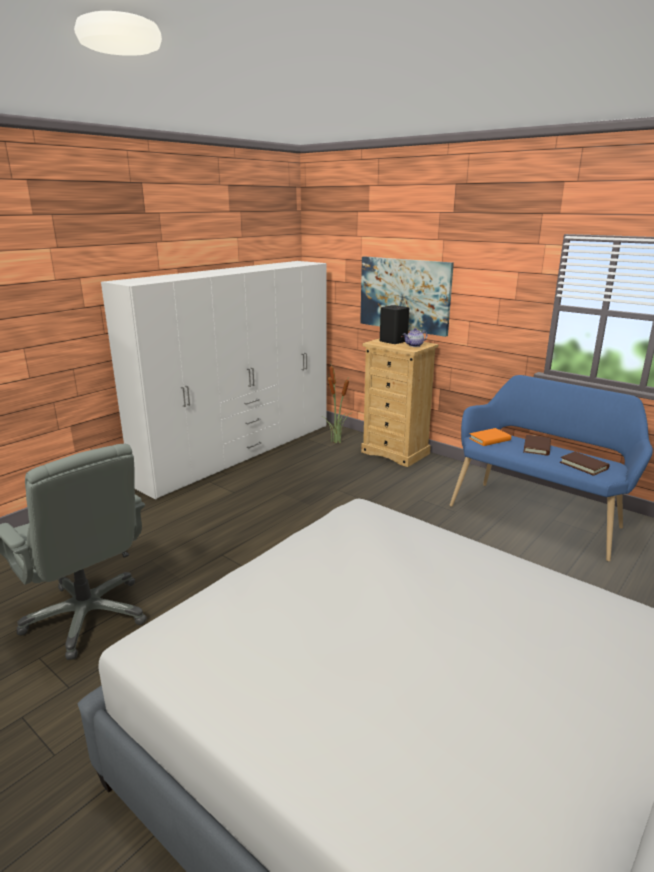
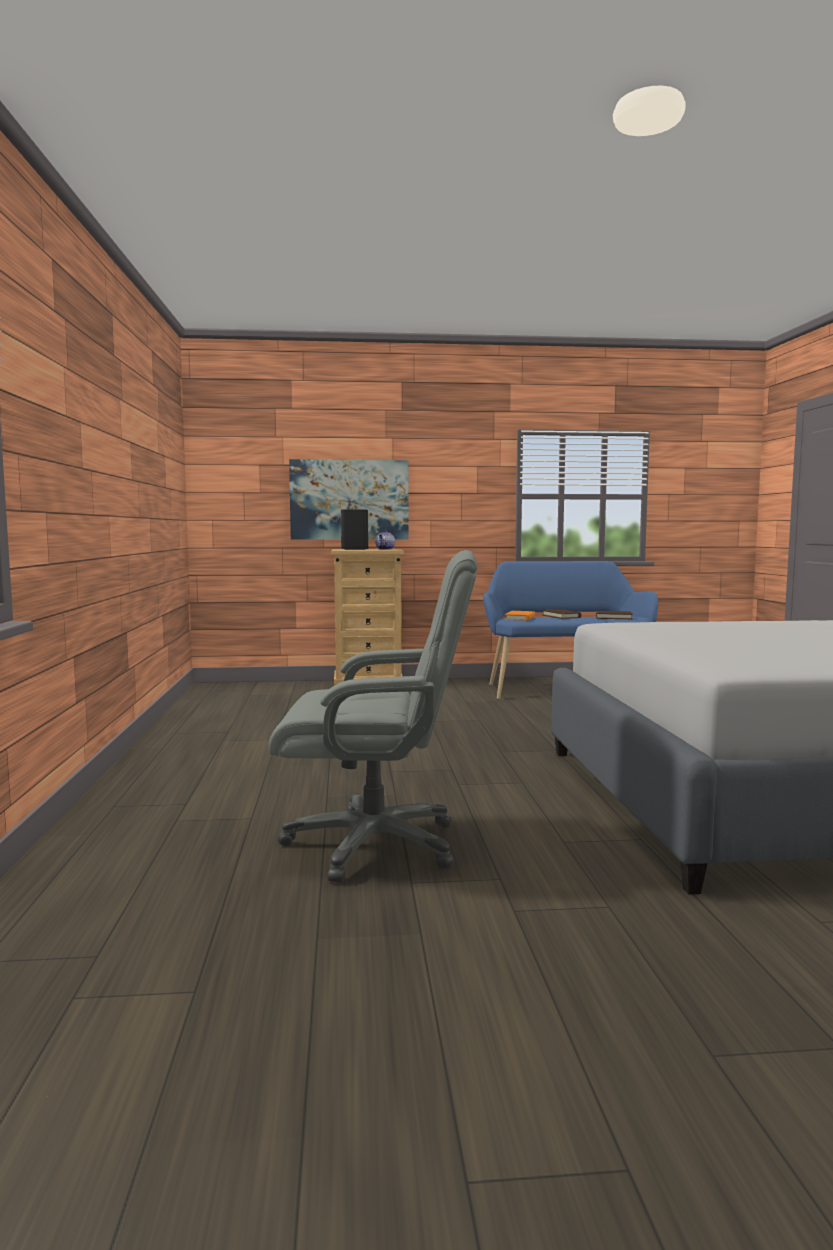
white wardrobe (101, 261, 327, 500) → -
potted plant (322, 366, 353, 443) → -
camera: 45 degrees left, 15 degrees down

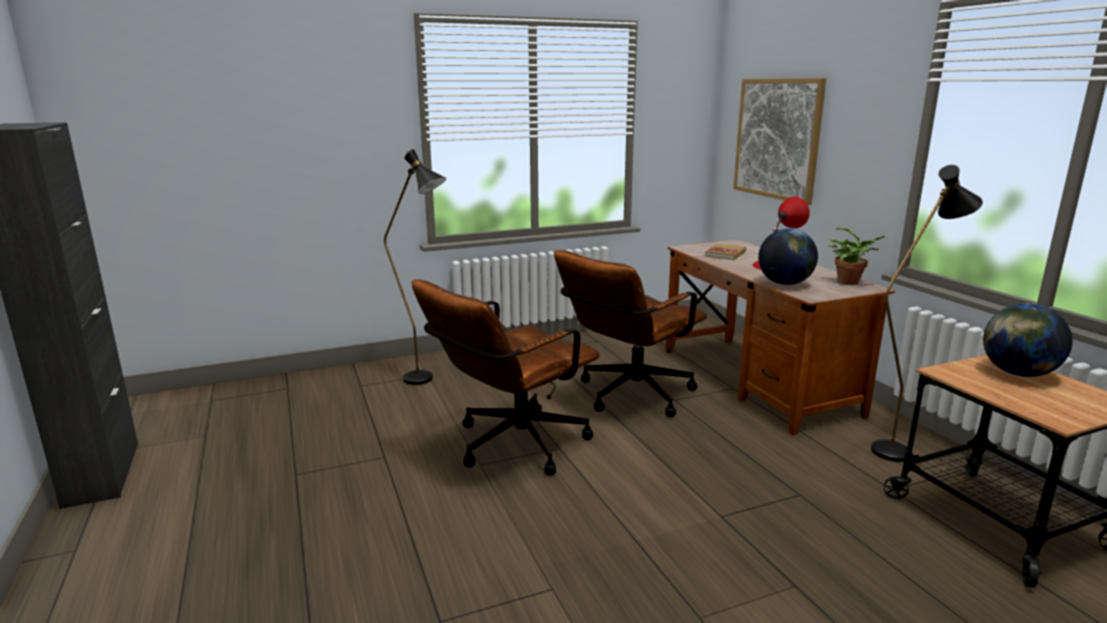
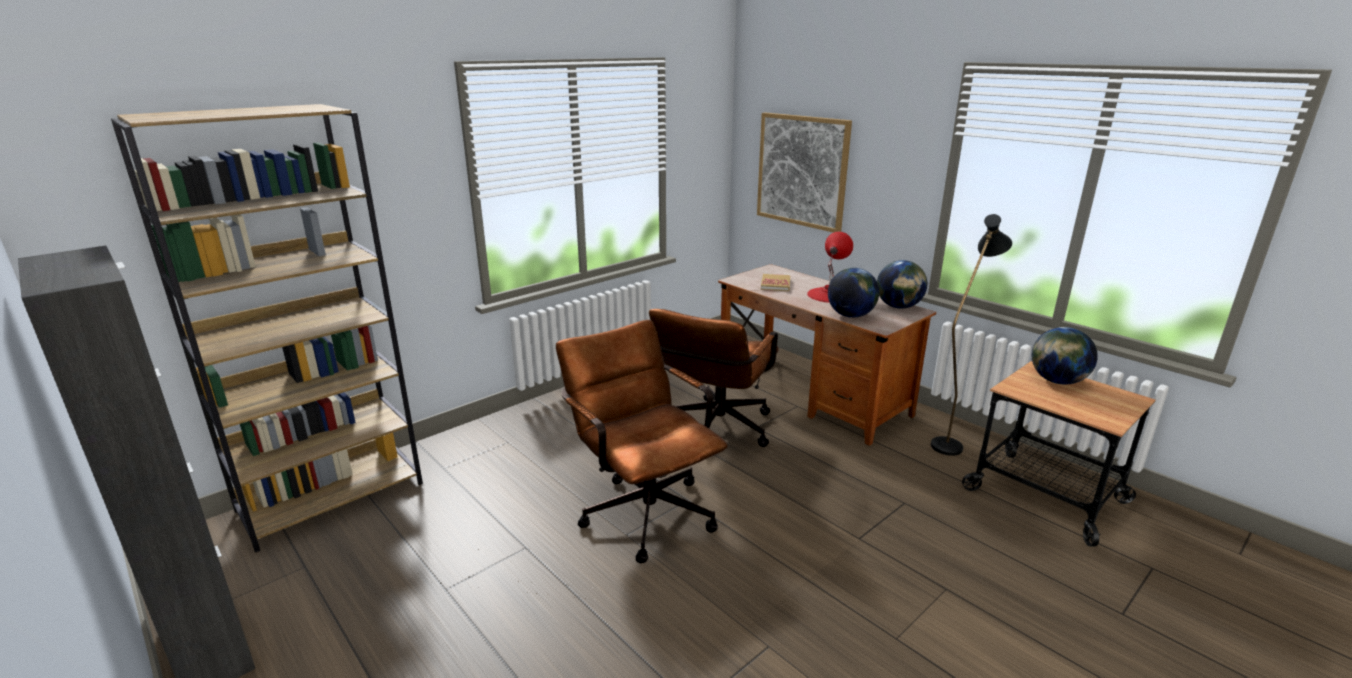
black floor lamp (384, 149, 446, 385) → -
brown office chair (412, 279, 600, 476) → brown office chair (556, 320, 728, 563), 120 degrees clockwise
potted plant (828, 227, 889, 285) → globe (877, 260, 927, 309)
- → brown bookcase (111, 104, 423, 553)
camera: 20 degrees left, 5 degrees up

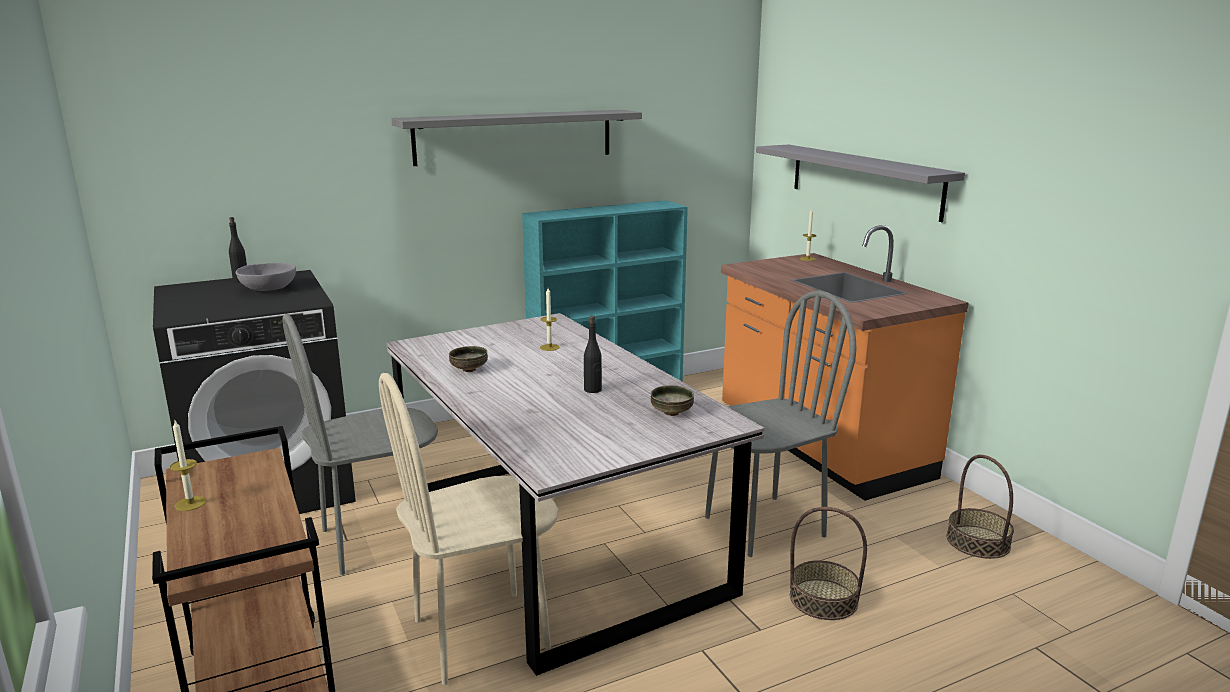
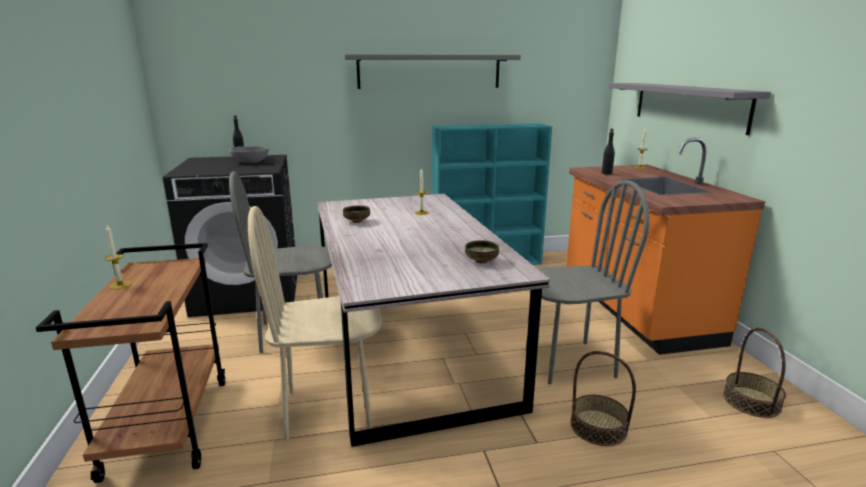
black bottle (584, 316, 602, 393) → black bottle (602, 128, 615, 175), moved
camera: 15 degrees right, 0 degrees up

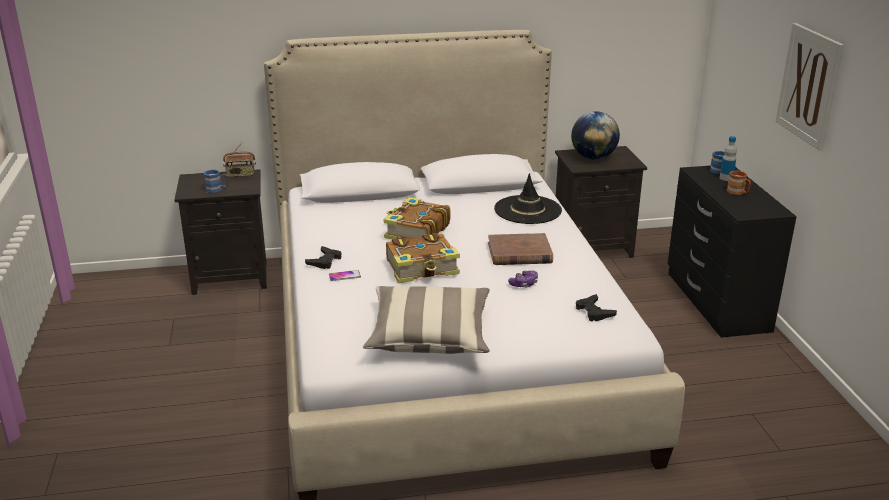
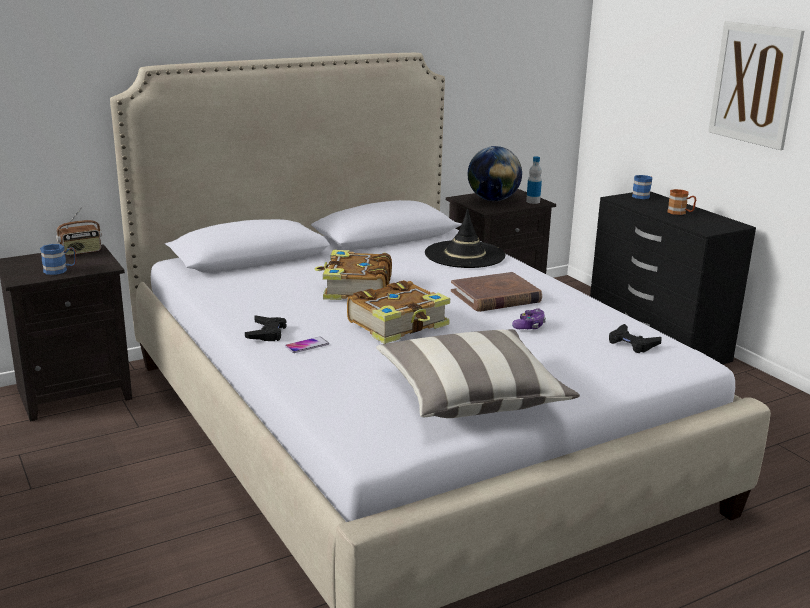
bottle (720, 136, 737, 181) → bottle (526, 156, 542, 204), moved
camera: 20 degrees left, 5 degrees down

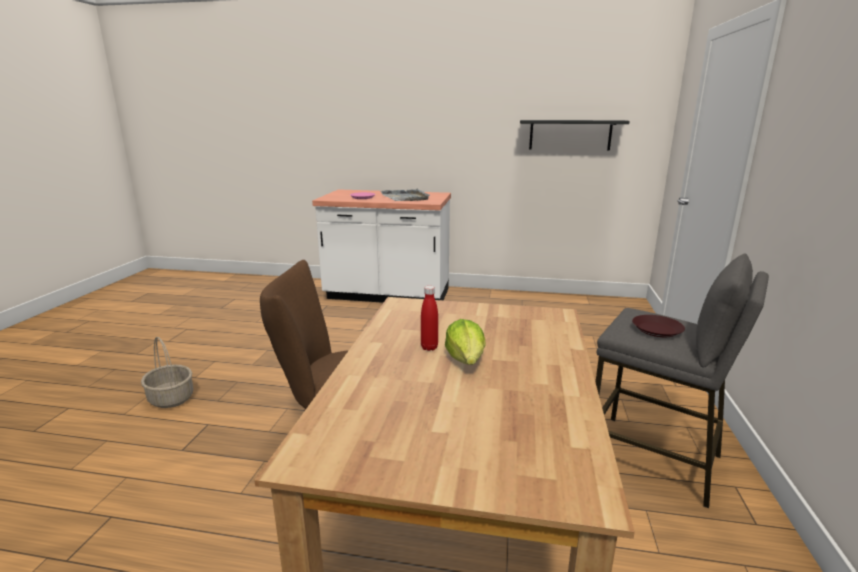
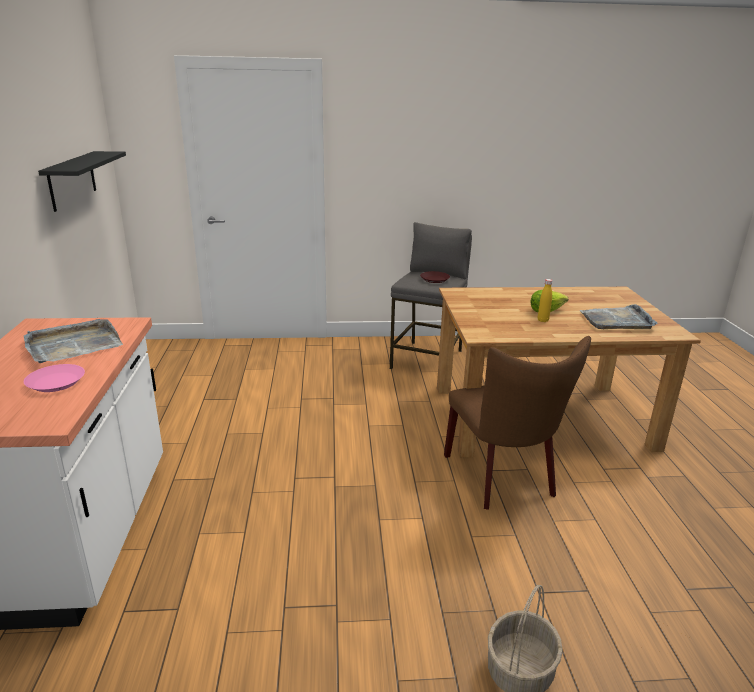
red bottle (421, 286, 438, 351) → yellow bottle (538, 279, 552, 322)
- → grey tray (580, 304, 657, 329)
camera: 105 degrees left, 5 degrees up

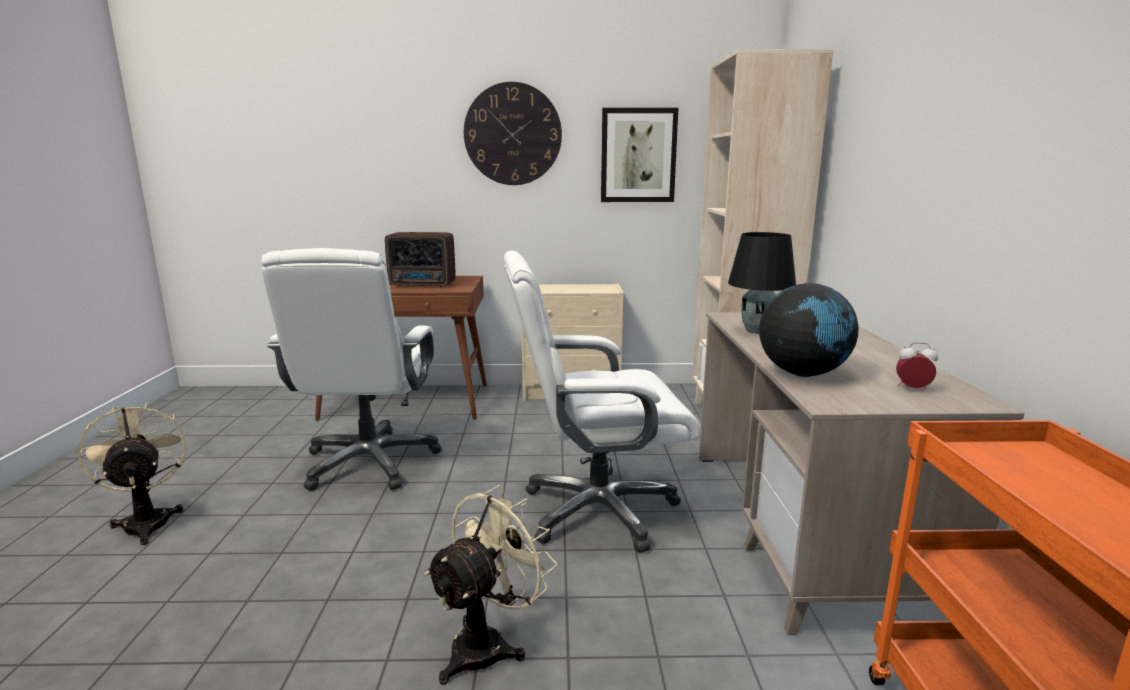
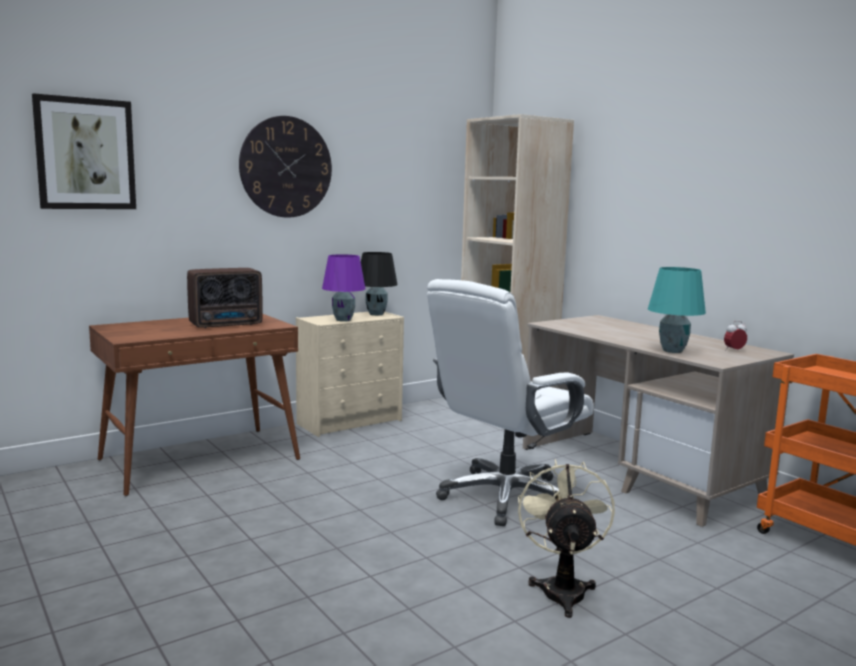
beige fan (77, 402, 187, 545) → -
white office chair (261, 248, 442, 491) → -
picture (601, 108, 678, 202) → picture (32, 93, 136, 209), moved
black table lamp (728, 232, 796, 334) → black table lamp (361, 252, 398, 316), moved
globe (759, 283, 858, 377) → turquoise table lamp (648, 267, 706, 353)
- → purple table lamp (322, 254, 366, 322)
camera: 35 degrees left, 5 degrees down

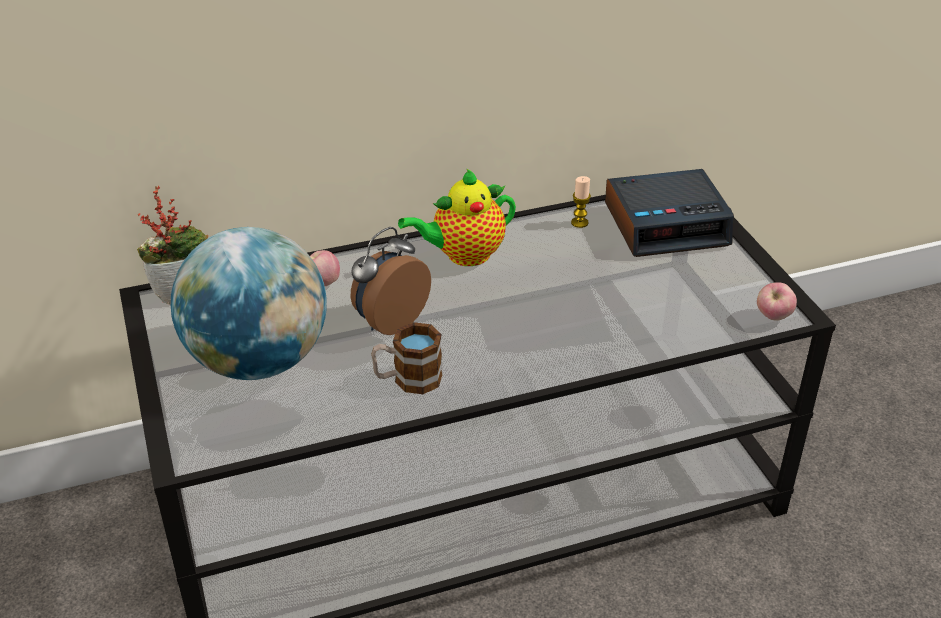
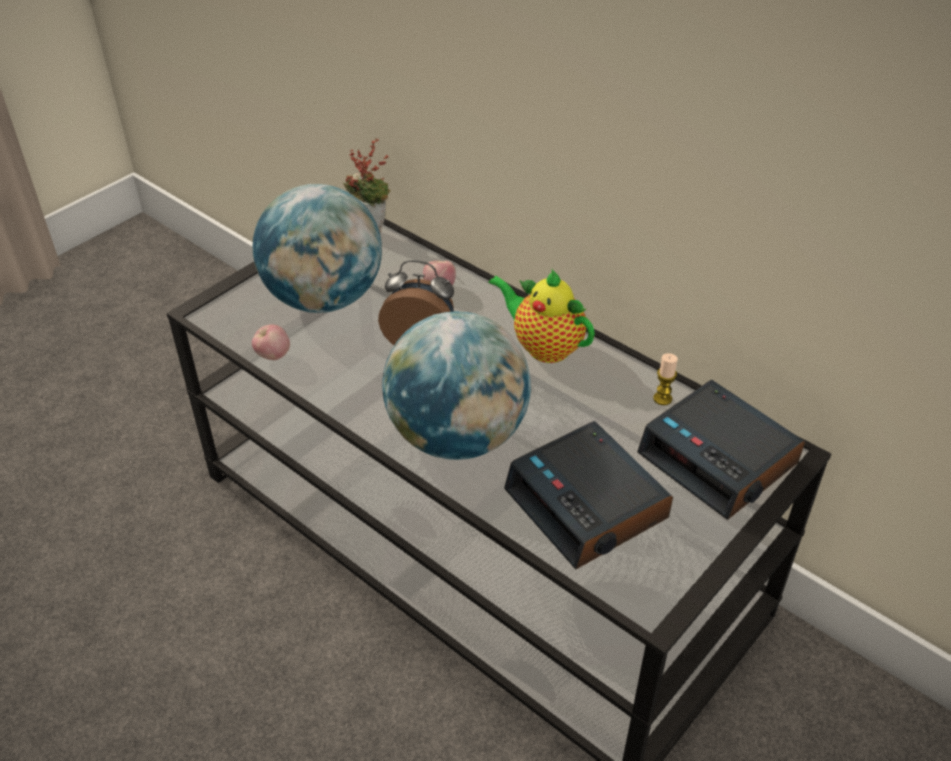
mug (371, 322, 442, 394) → -
apple (757, 282, 797, 321) → apple (252, 324, 290, 360), moved
- → globe (382, 311, 531, 460)
- → alarm clock (504, 421, 673, 570)
camera: 60 degrees right, 5 degrees up

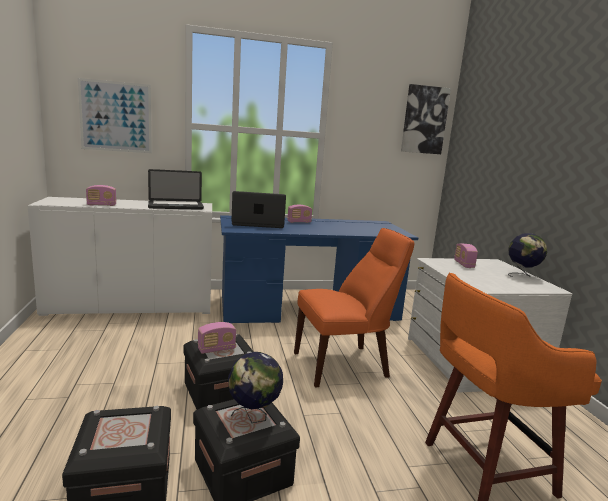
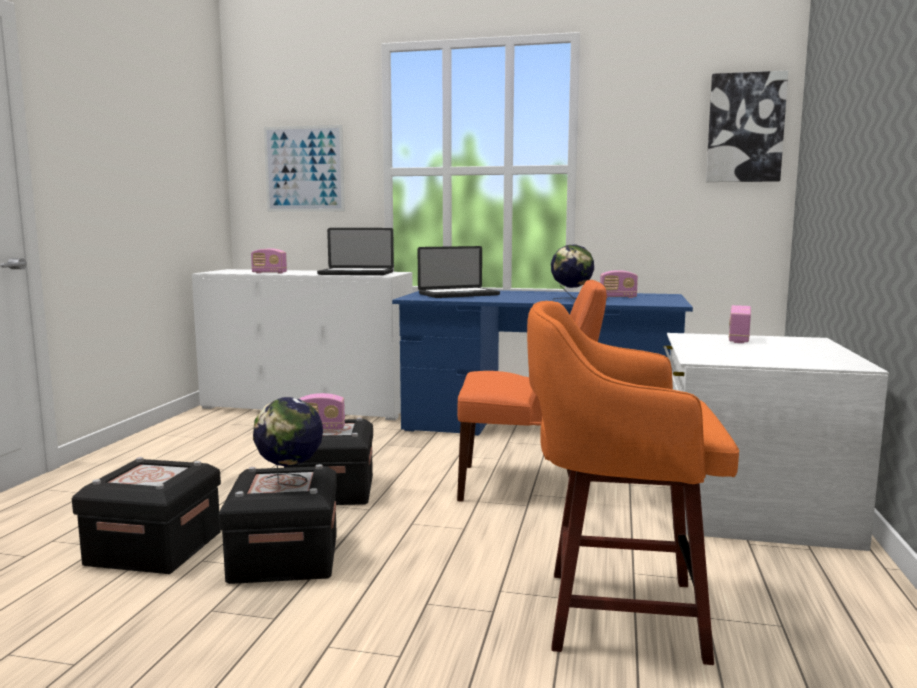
laptop (232, 191, 286, 228) → laptop (418, 246, 500, 298), 135 degrees clockwise
radio (287, 205, 312, 223) → radio (600, 270, 638, 298), moved
globe (508, 233, 547, 277) → globe (551, 244, 594, 300), moved
camera: 25 degrees right, 5 degrees down

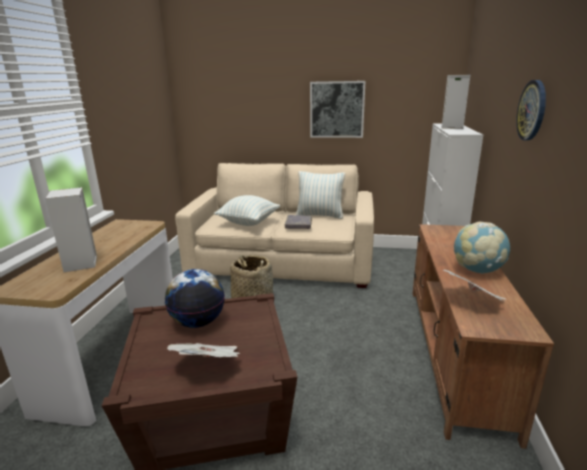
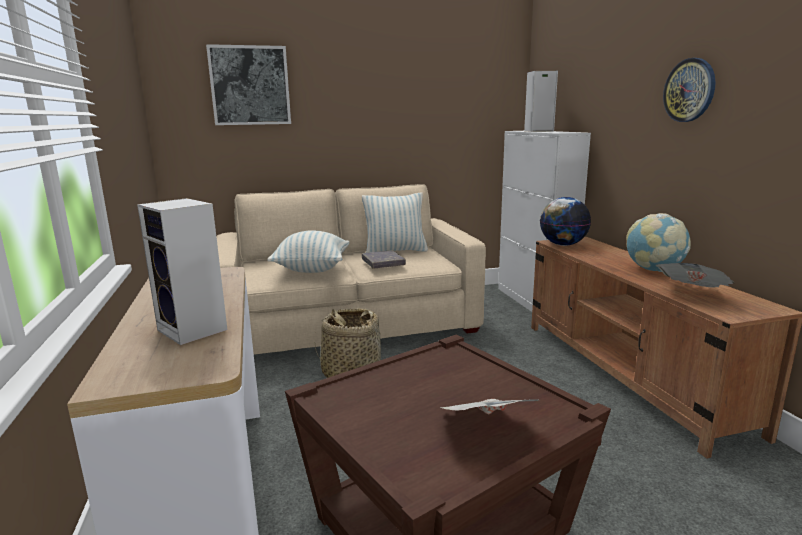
globe (165, 269, 225, 328) → globe (540, 197, 591, 246), moved
picture (310, 81, 365, 138) → picture (206, 44, 291, 125), moved
camera: 25 degrees left, 5 degrees down

